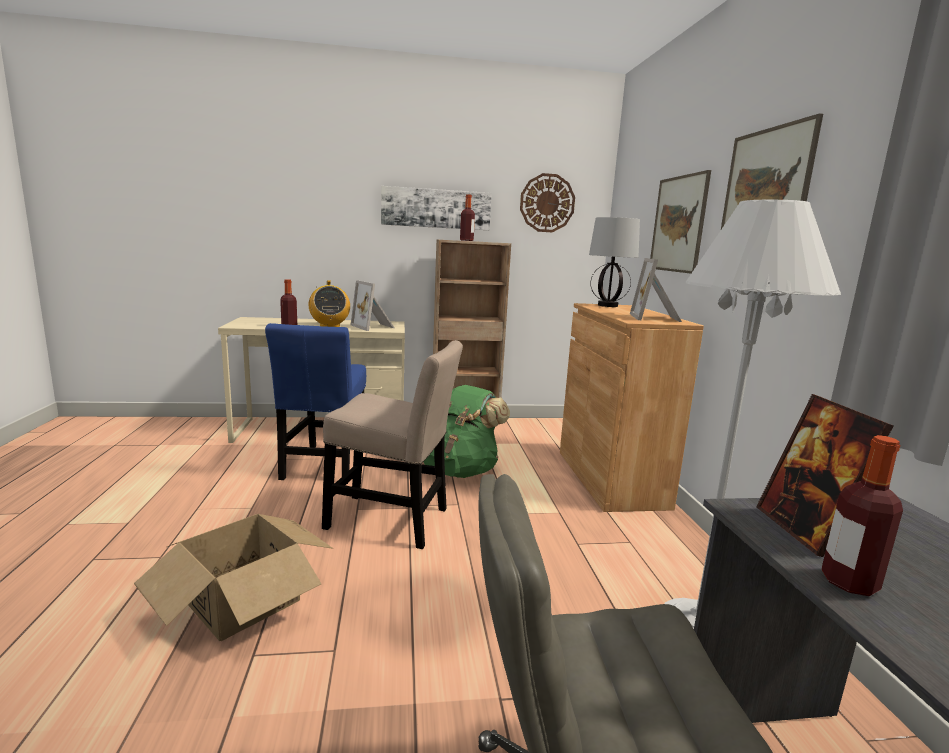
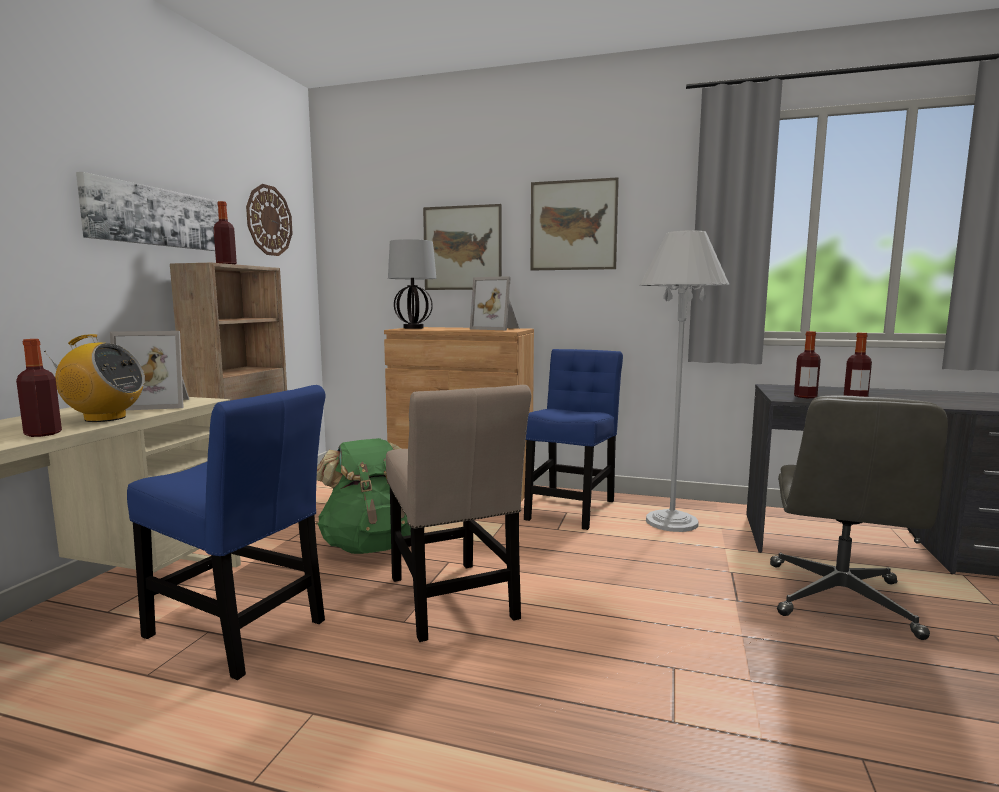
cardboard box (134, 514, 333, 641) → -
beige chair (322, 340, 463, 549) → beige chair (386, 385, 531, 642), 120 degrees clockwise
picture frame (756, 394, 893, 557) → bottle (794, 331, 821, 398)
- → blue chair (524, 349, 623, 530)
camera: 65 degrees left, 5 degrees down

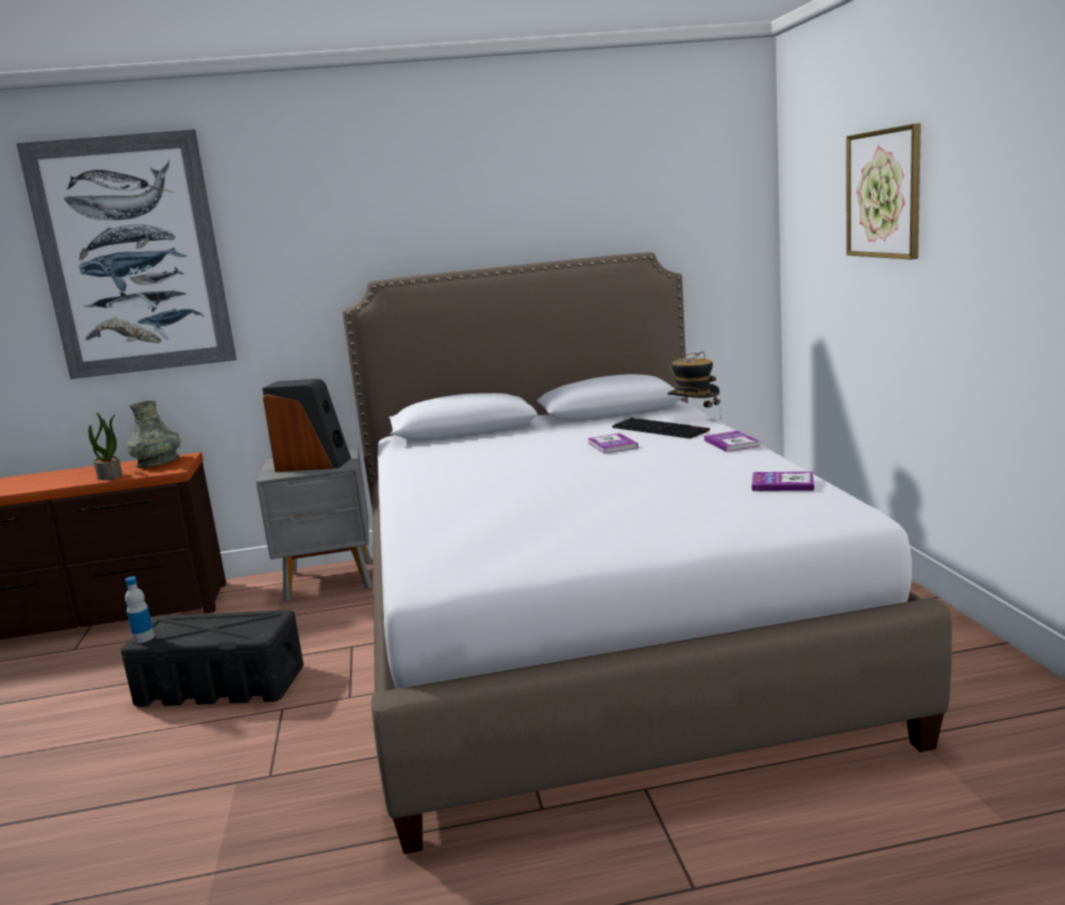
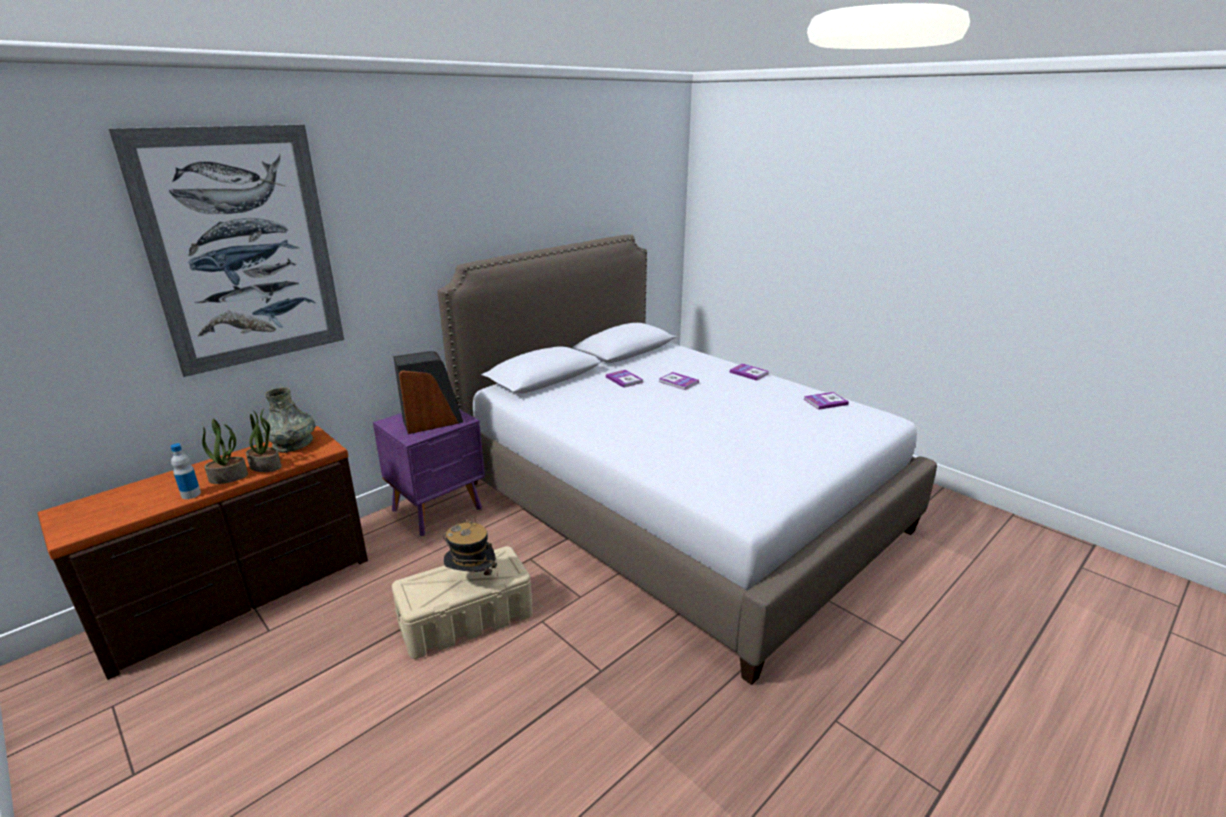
black storage box (121, 610, 304, 707) → beige storage box (392, 546, 533, 659)
bottle (125, 576, 154, 643) → bottle (170, 443, 201, 499), moved
grey nightstand (256, 448, 372, 602) → purple nightstand (373, 409, 485, 536)
keyboard (612, 418, 710, 439) → -
hat (667, 352, 721, 408) → hat (443, 517, 498, 576), moved
picture (846, 123, 921, 260) → -
- → potted plant (202, 418, 248, 484)
- → book (606, 370, 644, 388)
camera: 35 degrees left, 10 degrees up

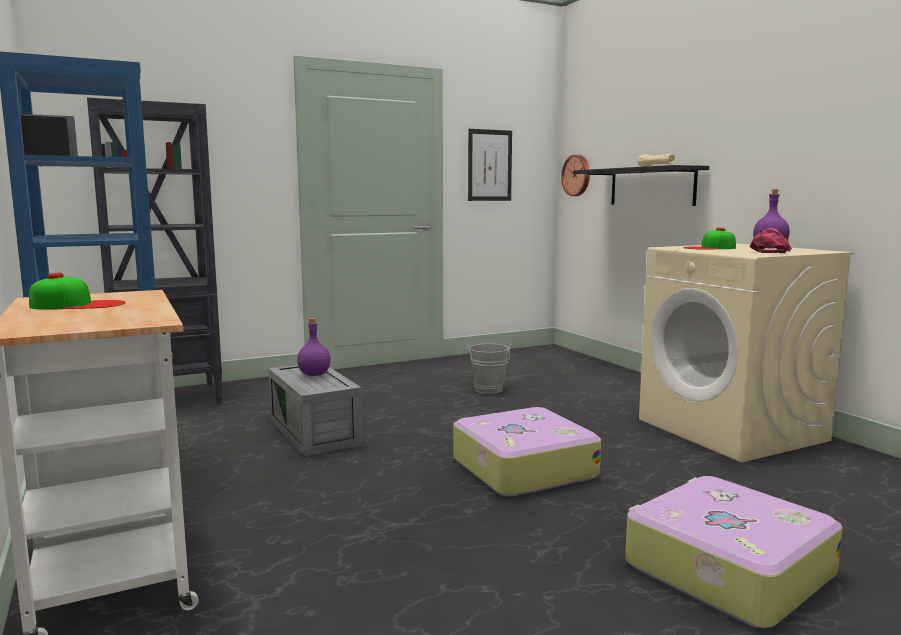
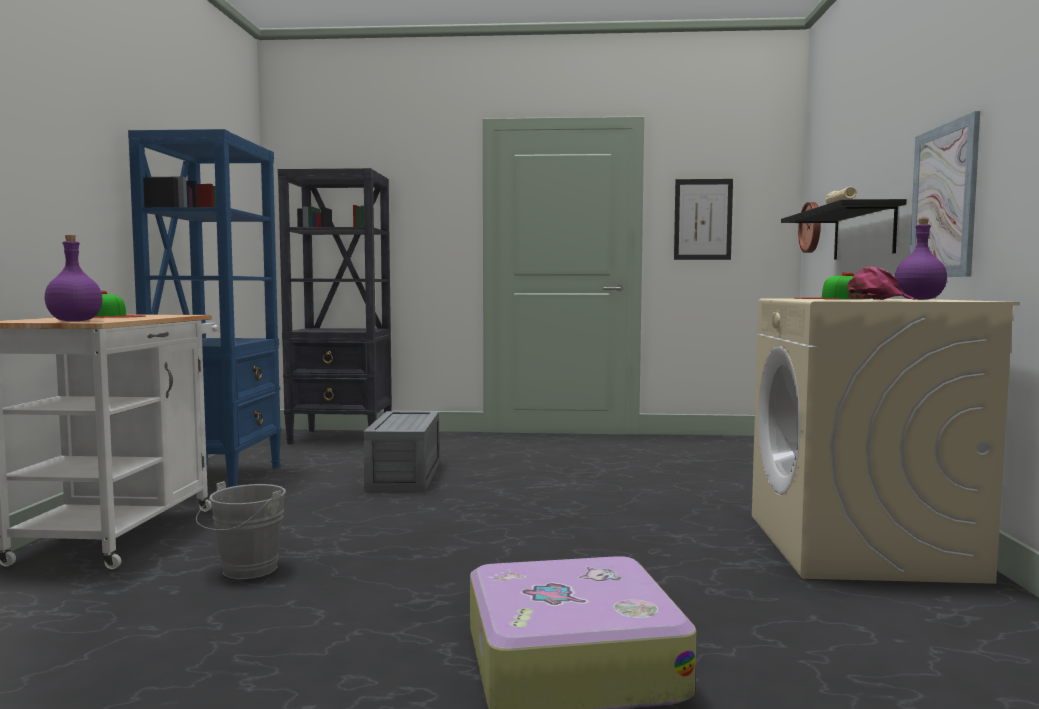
purple bottle (297, 318, 331, 376) → purple bottle (45, 235, 102, 321), moved
suitcase (453, 407, 601, 497) → -
grey bucket (467, 343, 511, 394) → grey bucket (196, 481, 286, 579), moved
- → picture (910, 111, 980, 277)
camera: 30 degrees right, 5 degrees down

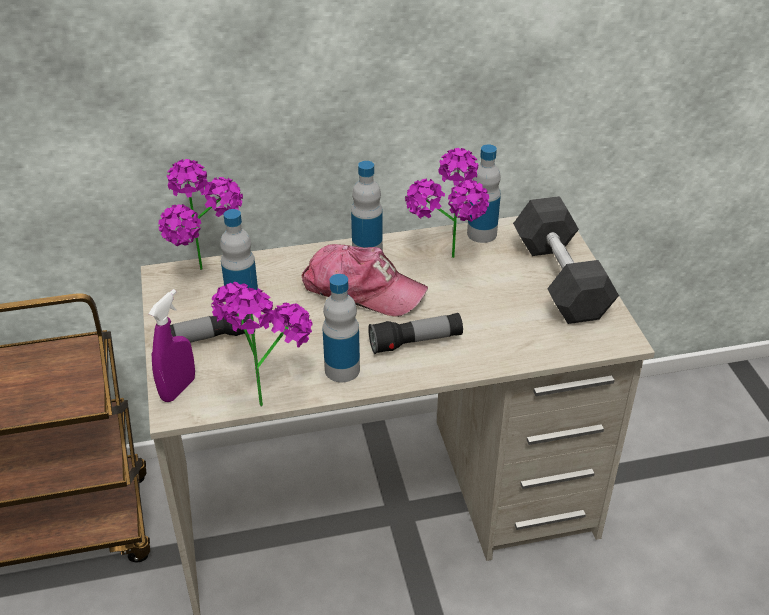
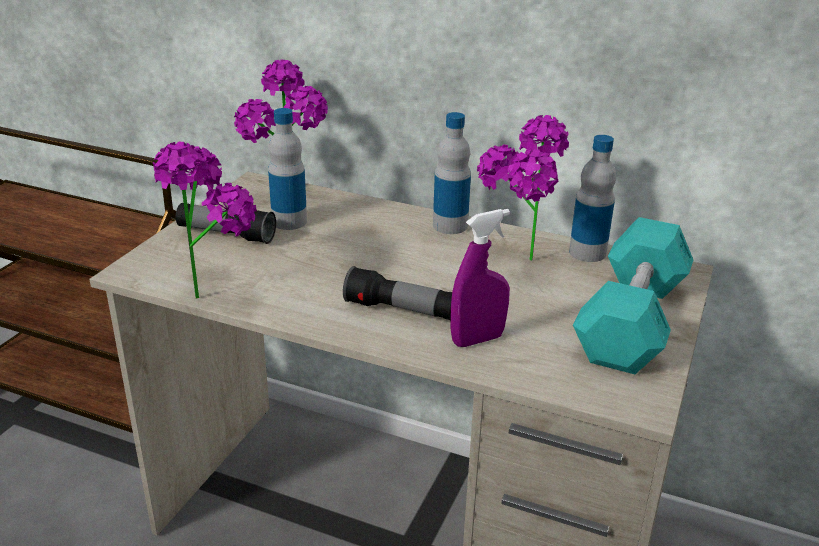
purple spray bottle (149, 289, 195, 402) → purple spray bottle (451, 209, 510, 347), moved
cap (302, 244, 428, 317) → -
bottle (322, 274, 360, 382) → -
grey dumbbell (513, 196, 619, 324) → turquoise dumbbell (573, 217, 693, 374)
camera: 35 degrees right, 10 degrees down

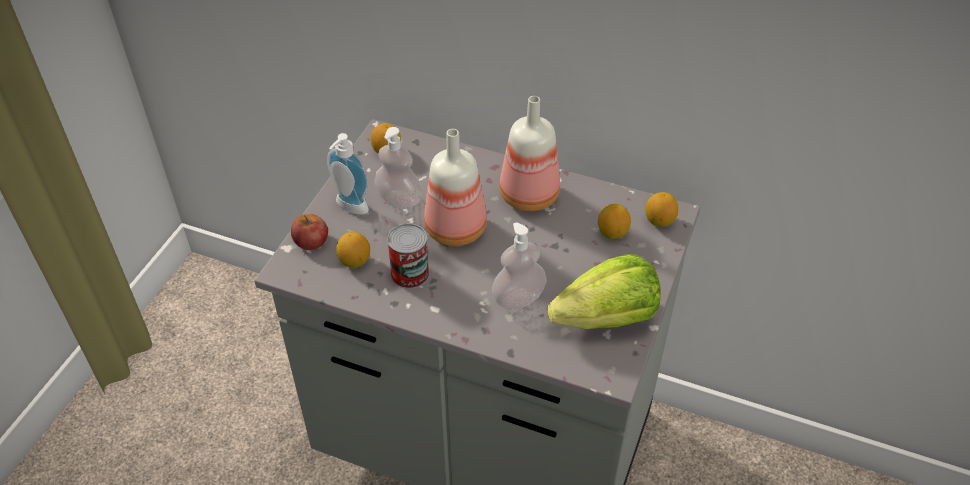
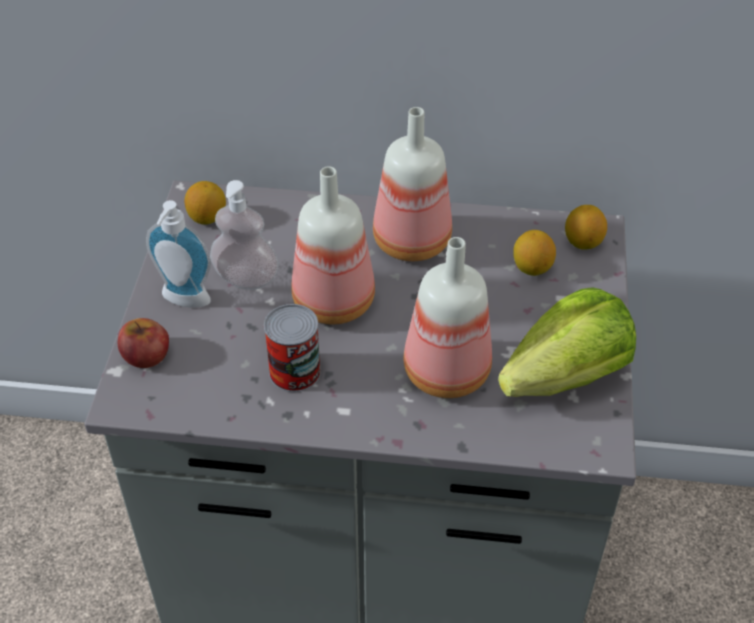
lemon (336, 231, 370, 268) → -
soap dispenser (492, 222, 547, 309) → bottle (403, 237, 492, 398)
camera: 15 degrees left, 0 degrees up

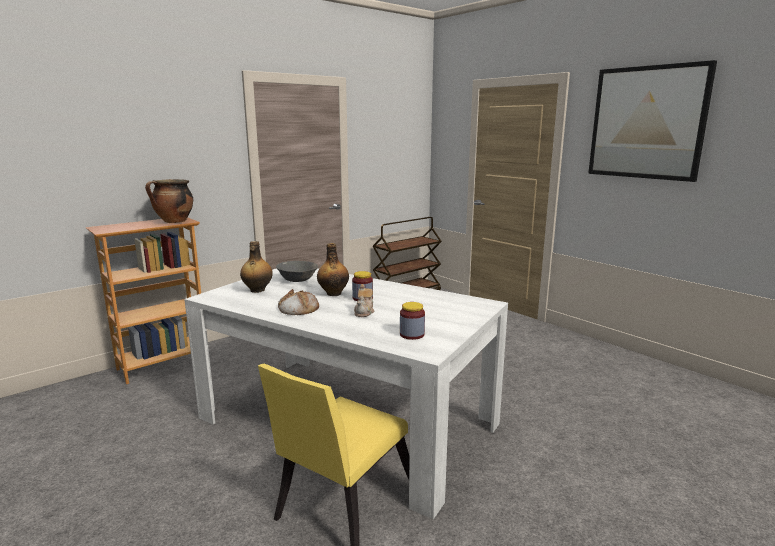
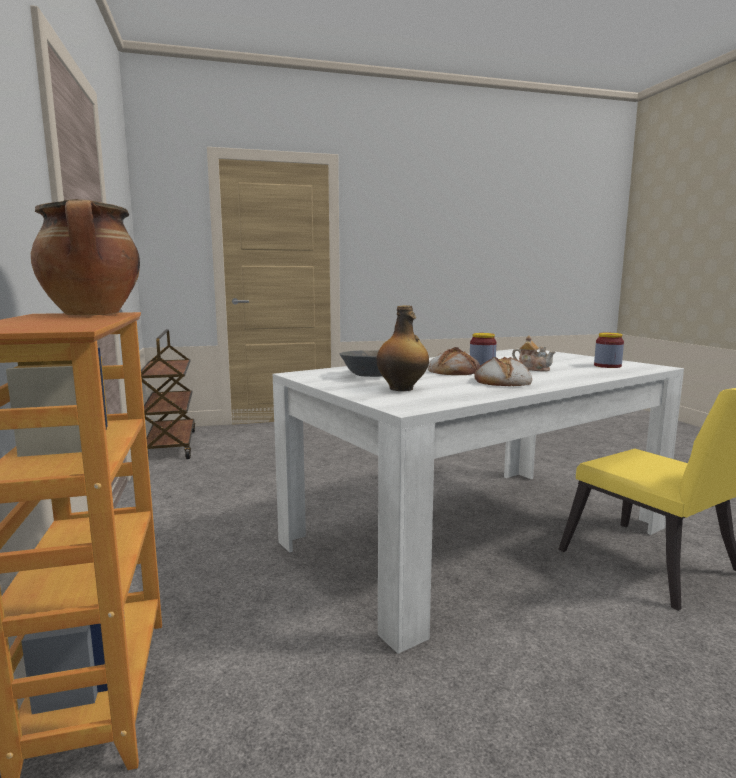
bottle (317, 243, 349, 296) → bread (428, 347, 480, 375)
picture (588, 60, 717, 182) → -
camera: 65 degrees left, 5 degrees down

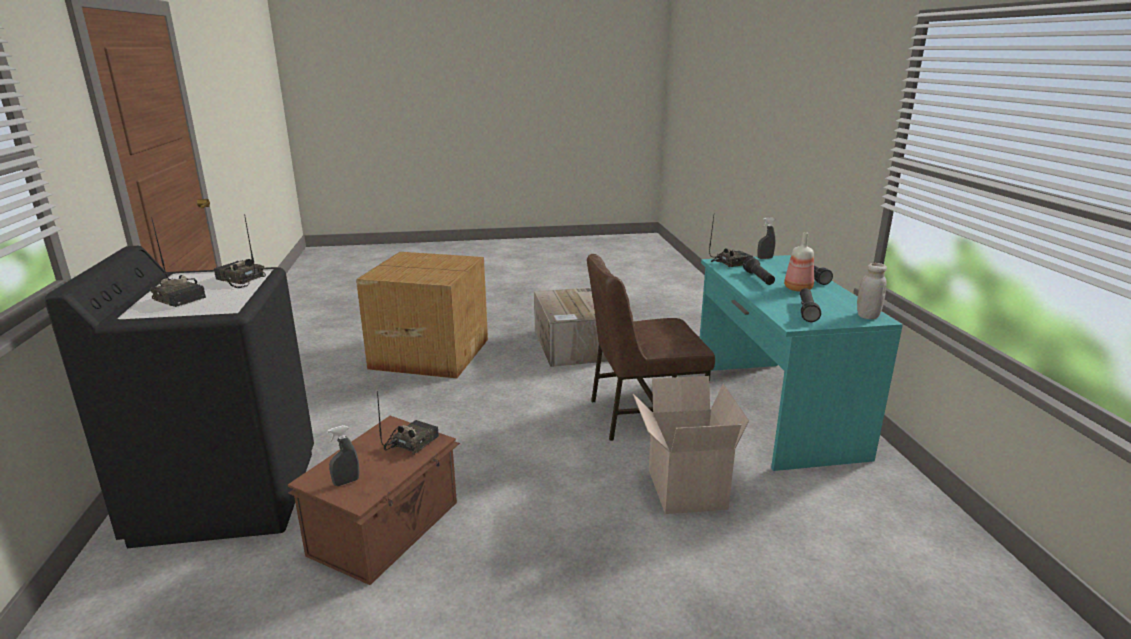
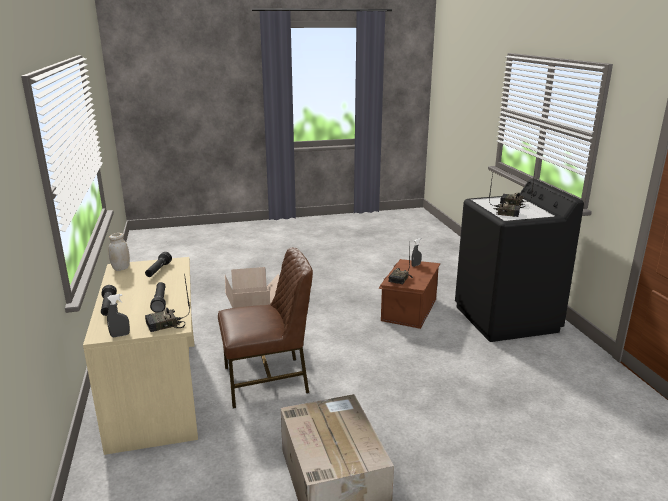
cardboard box (356, 252, 488, 379) → -
turquoise desk (700, 255, 903, 471) → beige desk (83, 257, 198, 455)
bottle (784, 232, 814, 292) → -
camera: 175 degrees right, 0 degrees up

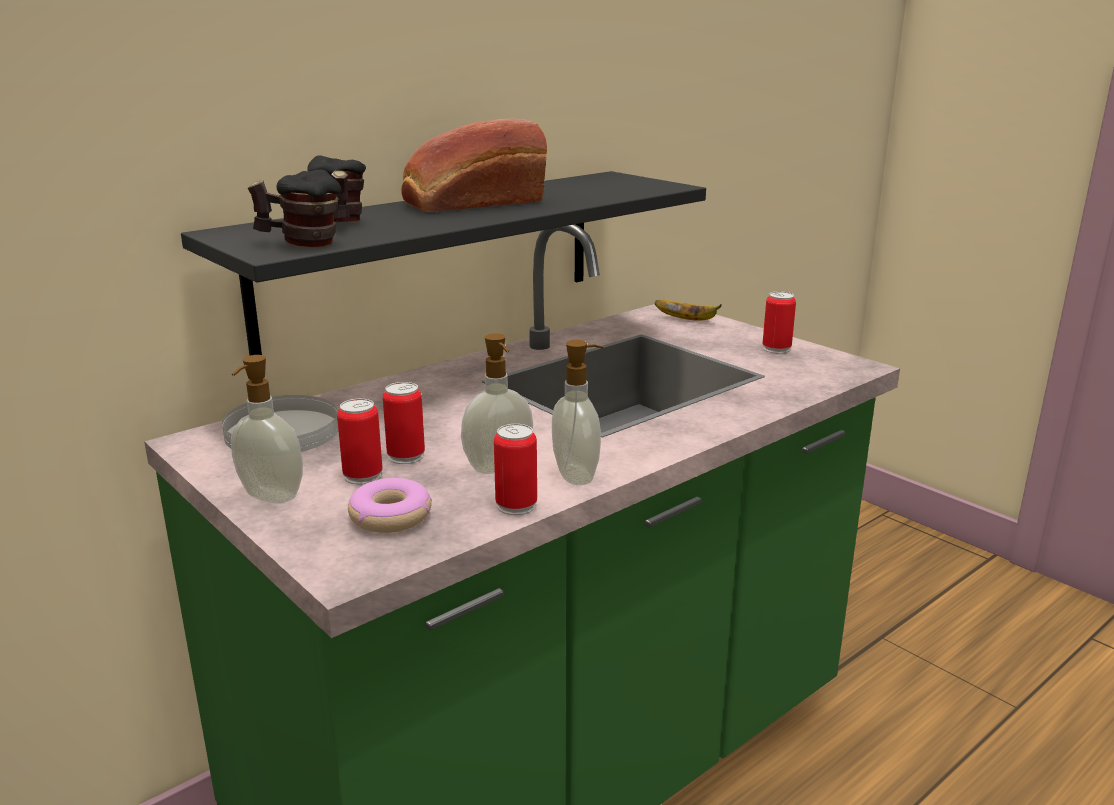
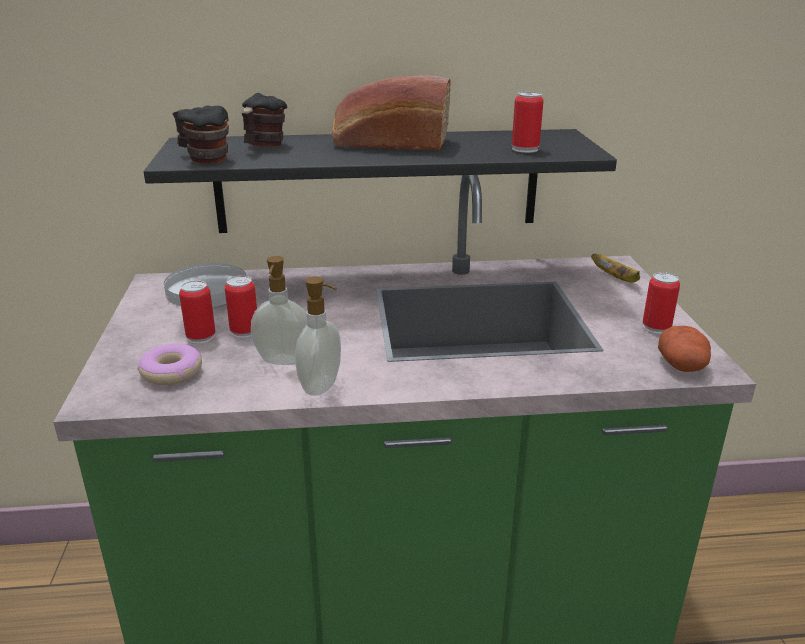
soap dispenser (231, 355, 303, 503) → -
can (494, 424, 537, 515) → can (512, 92, 543, 153), moved
- → potato (658, 326, 711, 372)
camera: 35 degrees right, 5 degrees up

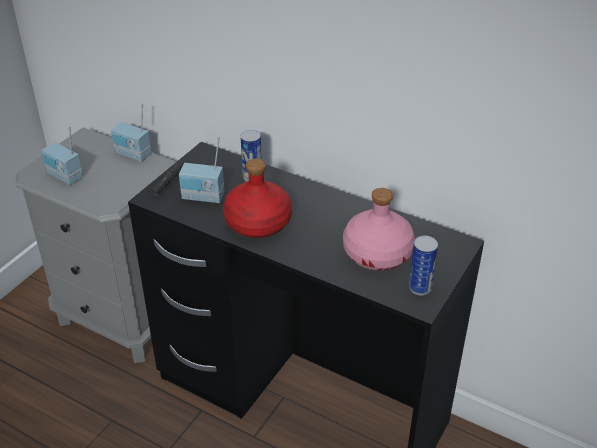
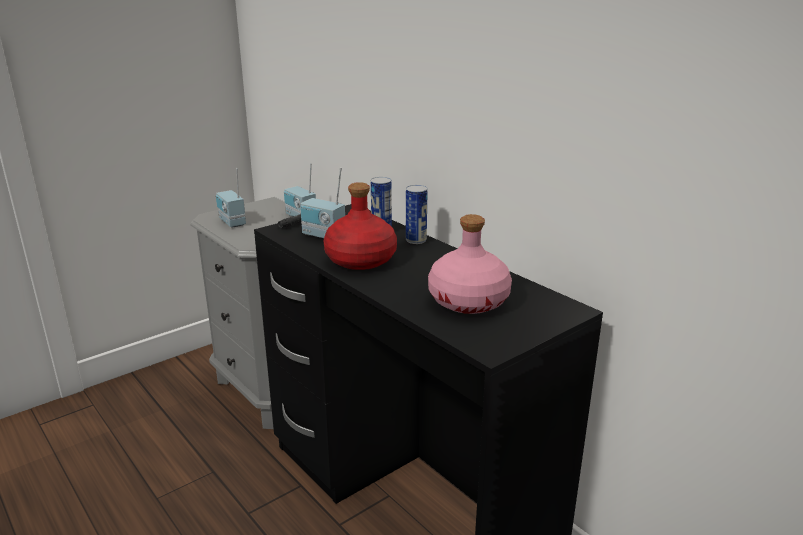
can (409, 235, 438, 296) → can (406, 185, 428, 244), moved
camera: 20 degrees right, 15 degrees down

